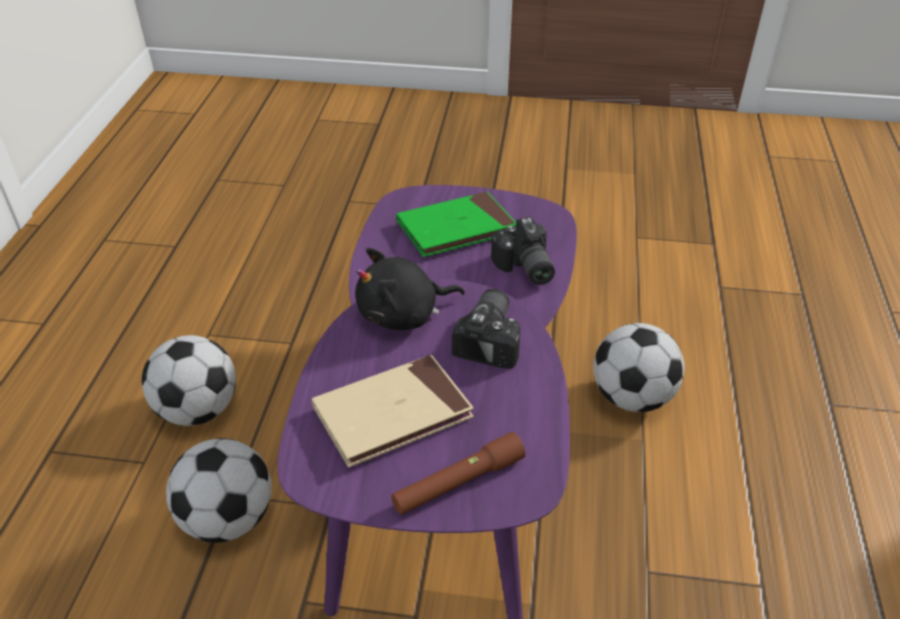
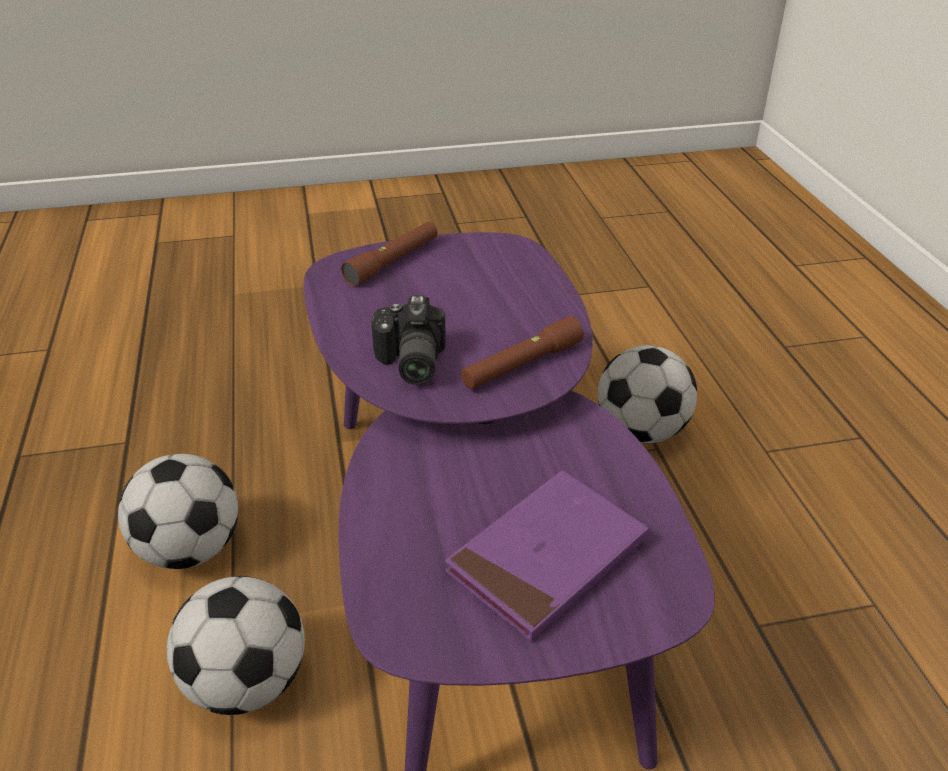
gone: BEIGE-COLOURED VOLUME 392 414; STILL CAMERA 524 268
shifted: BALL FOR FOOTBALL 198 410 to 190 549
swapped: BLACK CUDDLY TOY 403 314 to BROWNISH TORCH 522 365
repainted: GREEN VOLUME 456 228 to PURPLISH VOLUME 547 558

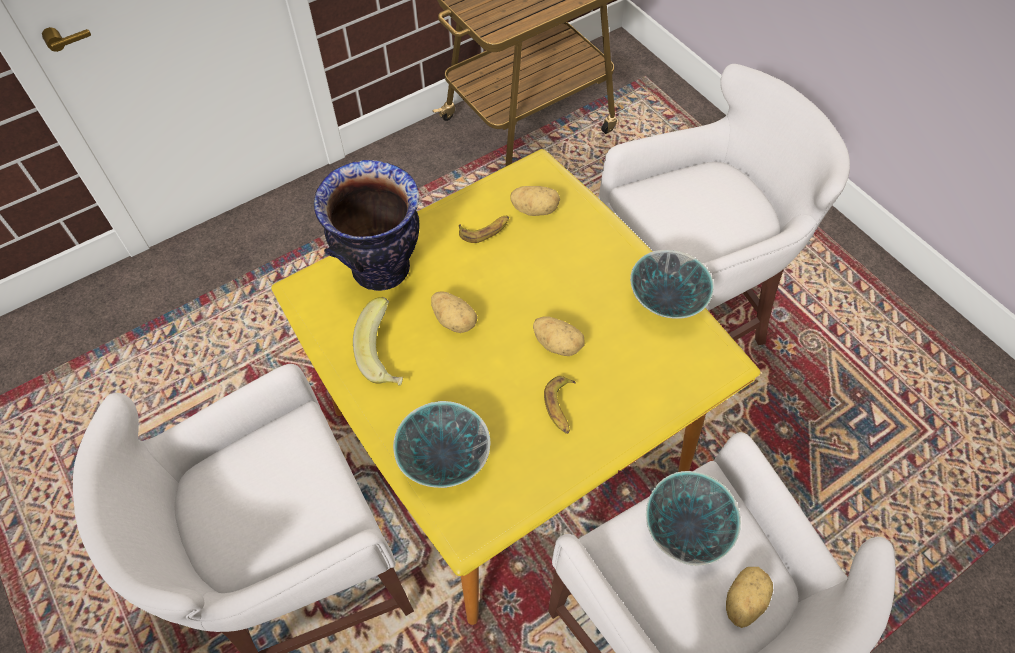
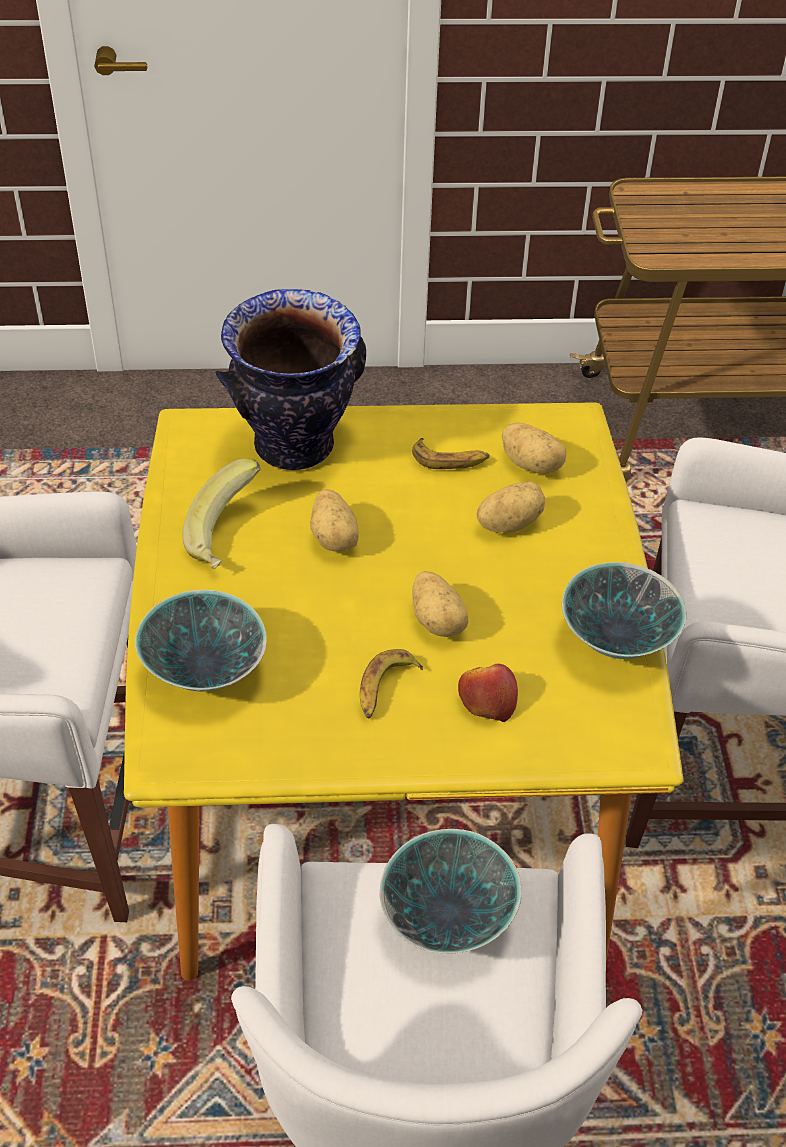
new: APPLE 486 700
shifted: SPUD 742 601 to 508 522

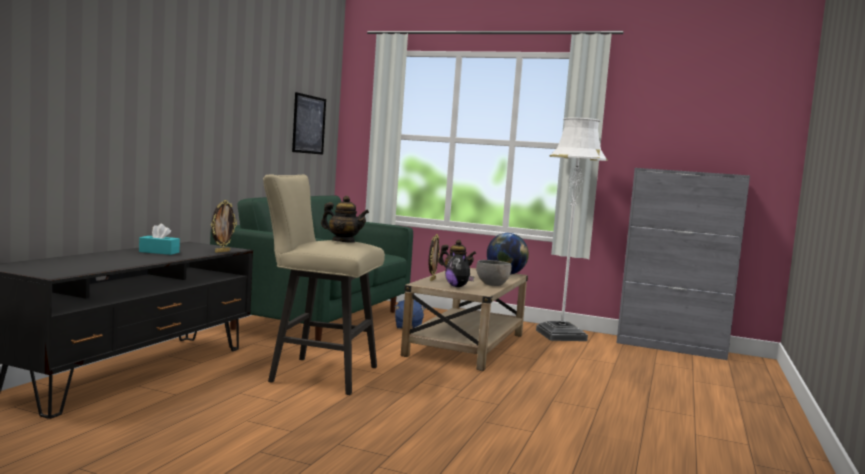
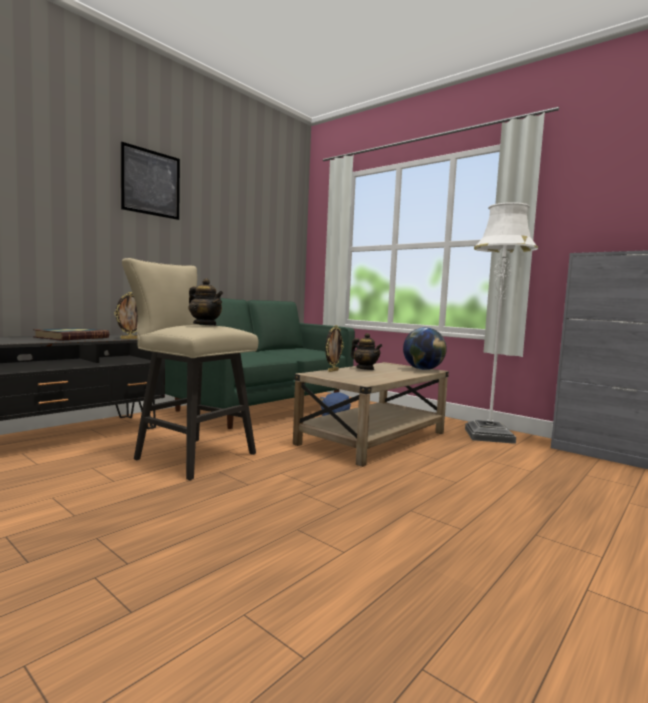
gone: CUDDLY TOY 458 287; GREY DEEP DISH 493 284
shifted: WALL ART 309 124 to 151 183
swapped: BLUE-GREEN TISSUE BOX 159 252 to VOLUME 71 337

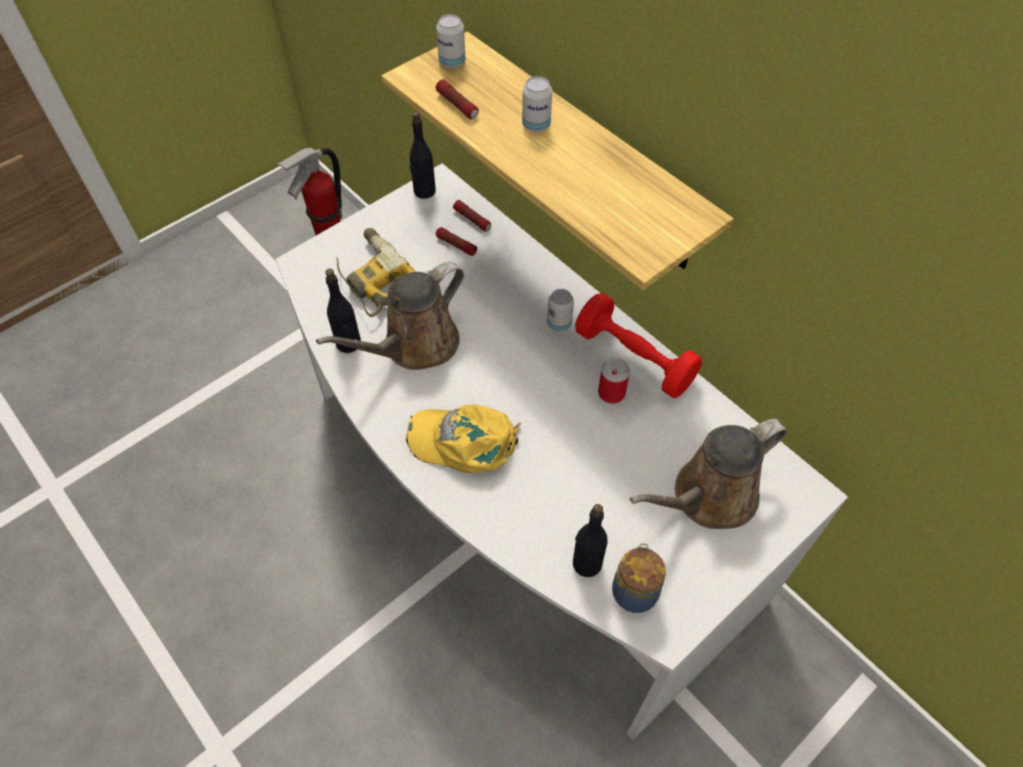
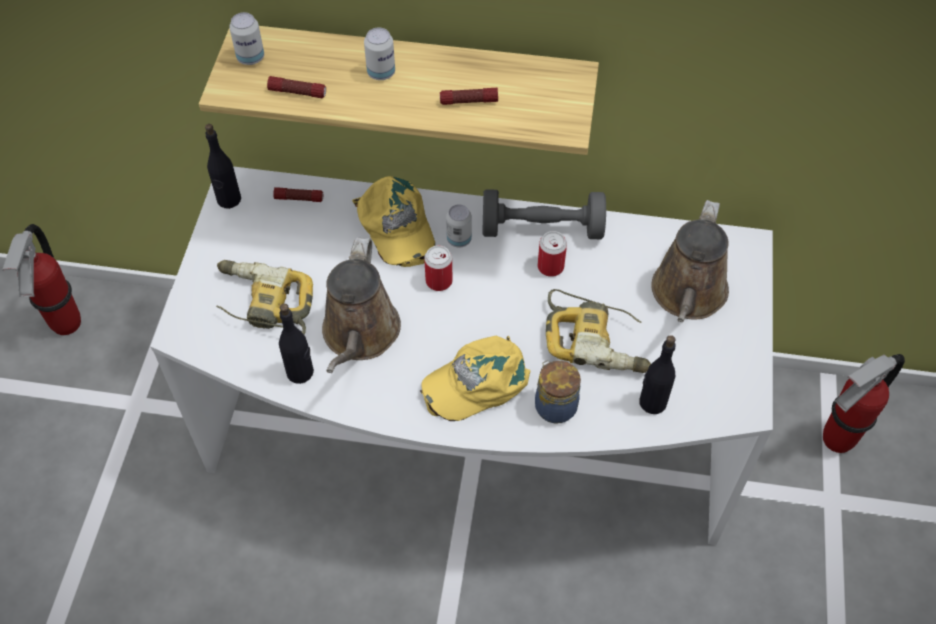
new: YELLOWISH BASEBALL CAP 395 227; CAN 439 281; DRILL 597 340; FIRE EXTINGUISHER 836 440
shifted: TORCH 456 245 to 469 101; JAR 634 590 to 554 405
repainted: RED FREE WEIGHT 634 358 to GREY FREE WEIGHT 542 229

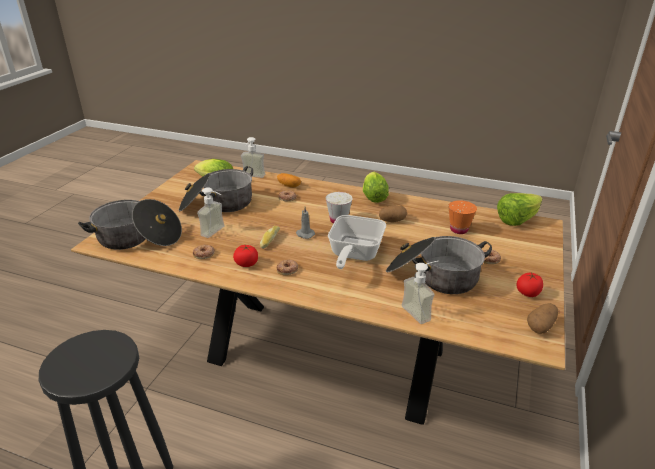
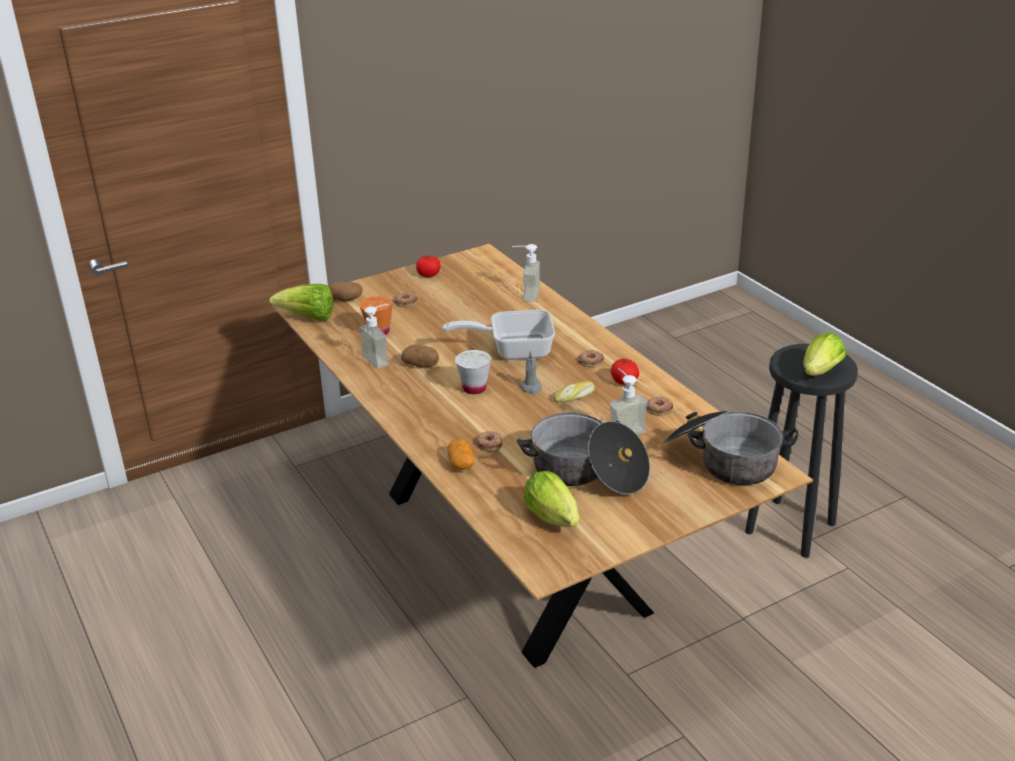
gone: COOKING POT 434 276
shifted: SOAP BOTTLE 252 177 to 381 358; LETTUCE HEAD 373 196 to 819 373; SPUD 541 326 to 345 299
rotated: FRYING PAN 353 254 = 513 350 150 degrees counterclockwise

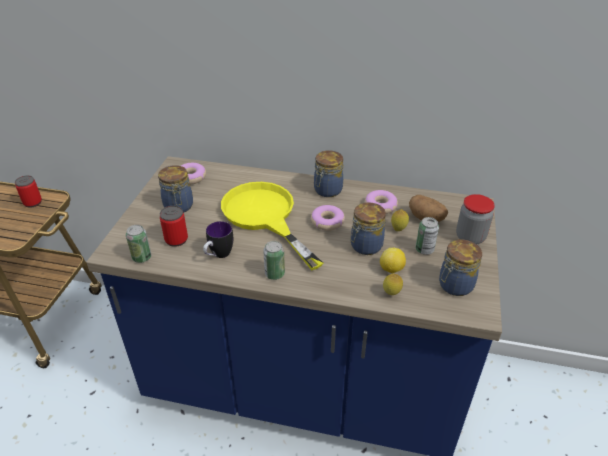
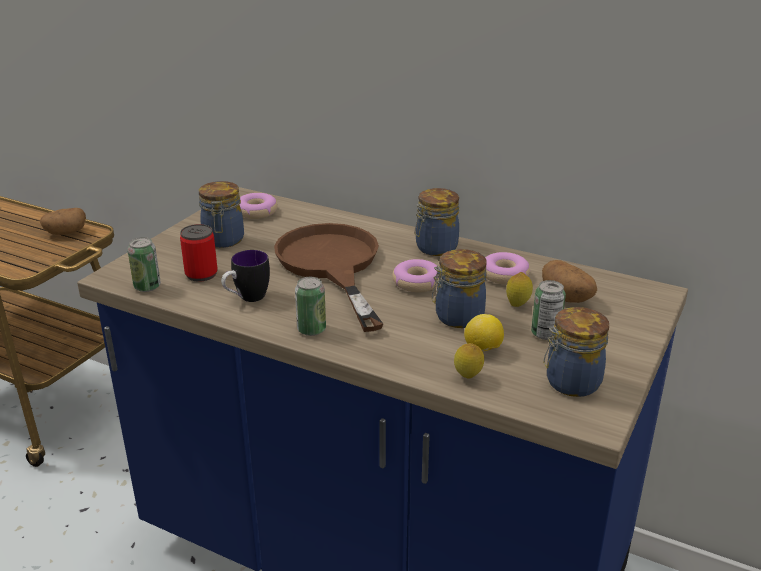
gone: JAR 470 237
swapped: CAN 32 202 to SPUD 65 233
repainted: YELLOWISH FRYING PAN 265 217 to BROWNISH FRYING PAN 332 266

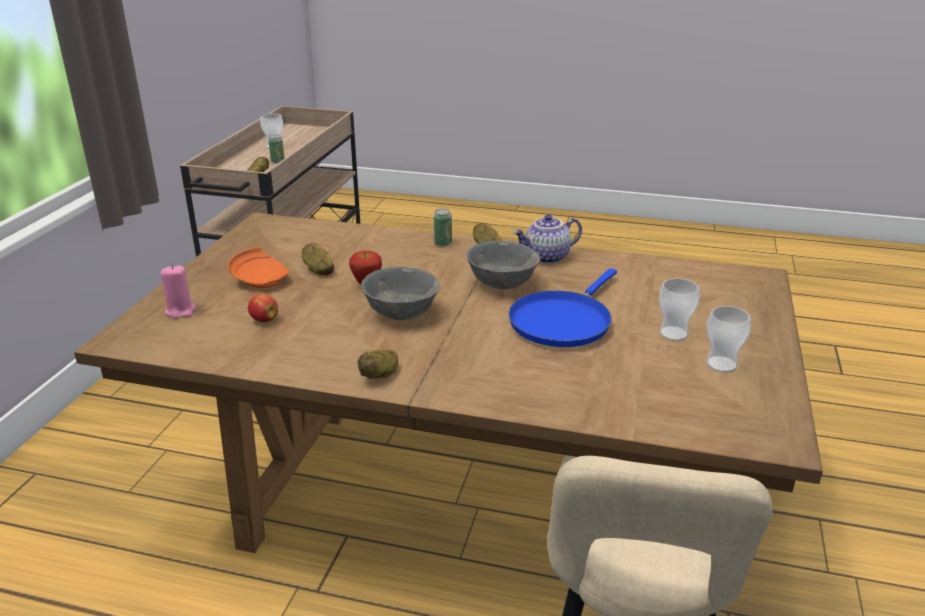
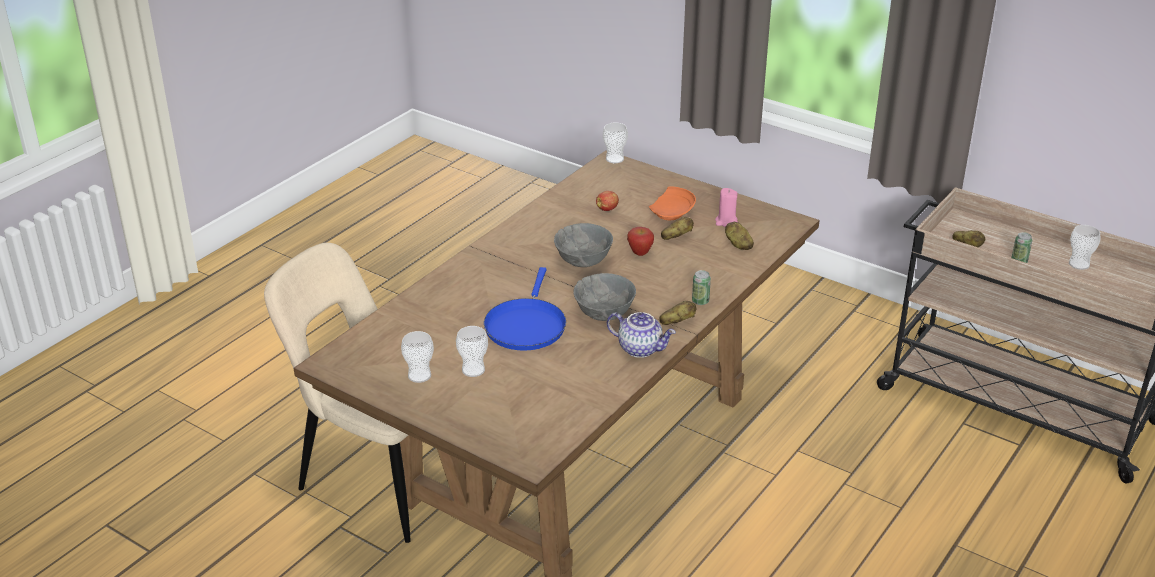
new: SMALL CUP 614 159
shifted: PINK-COLOURED CANDLE 181 311 to 726 222; SPUD 380 375 to 738 244
rotated: BLUE-COLOURED FRYING PAN 563 321 = 526 325 135 degrees counterclockwise; POT FOR TEA 547 257 = 641 348 120 degrees clockwise

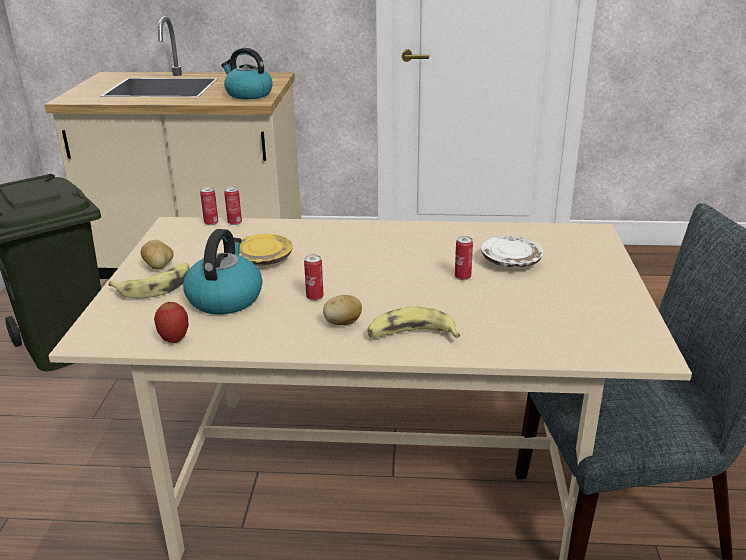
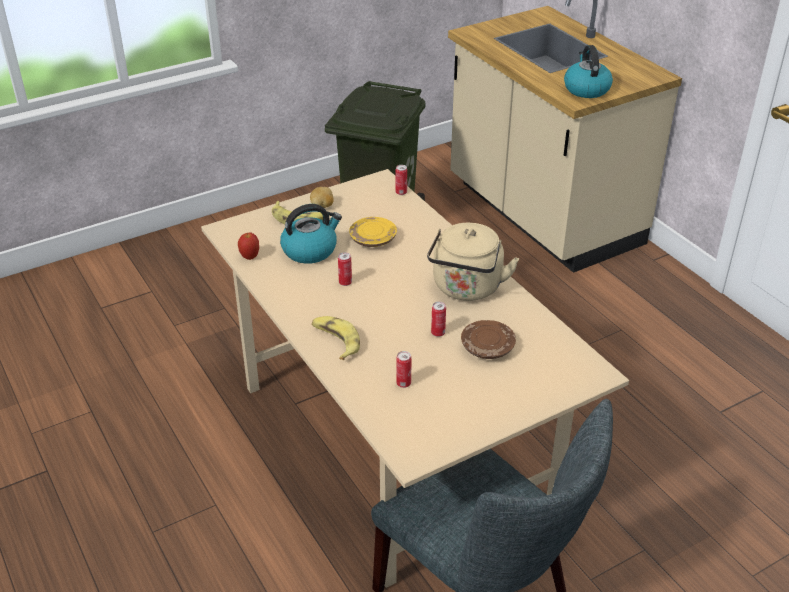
gone: SPUD 343 323
new: BEIGE-COLOURED TEA KETTLE 466 289
shifted: CAN 234 222 to 403 383
repainted: WHITE PLATE 511 262 to BROWNISH PLATE 487 347

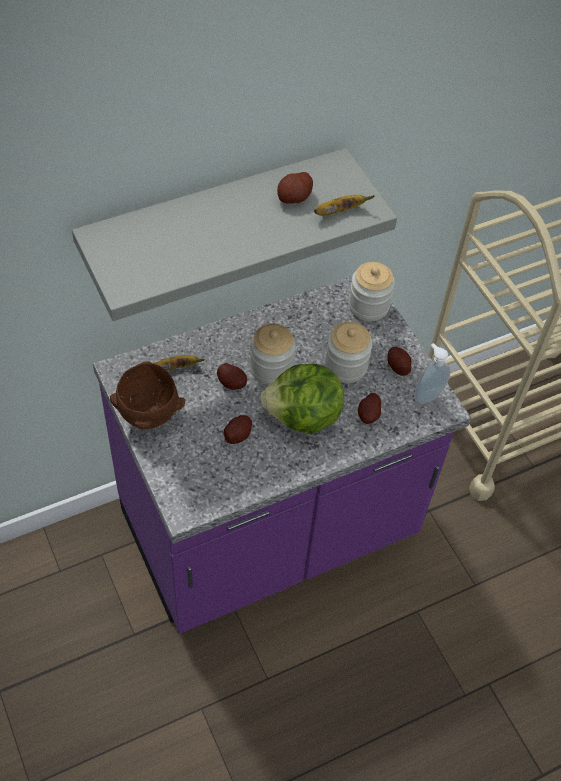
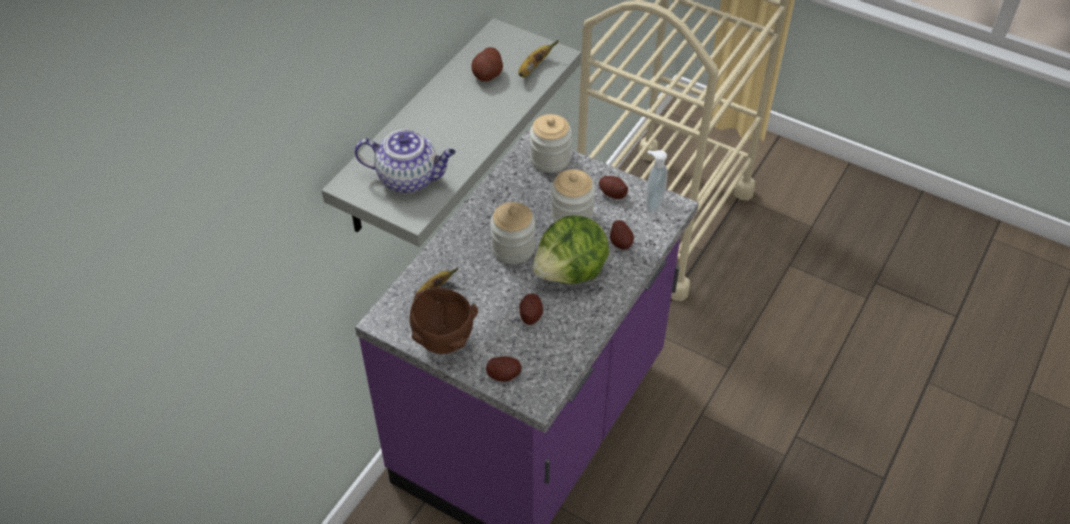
new: POT FOR TEA 409 178
shifted: SPUD 232 383 to 504 374

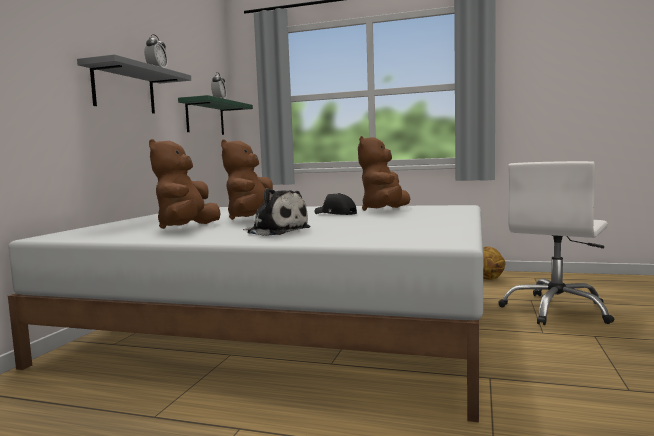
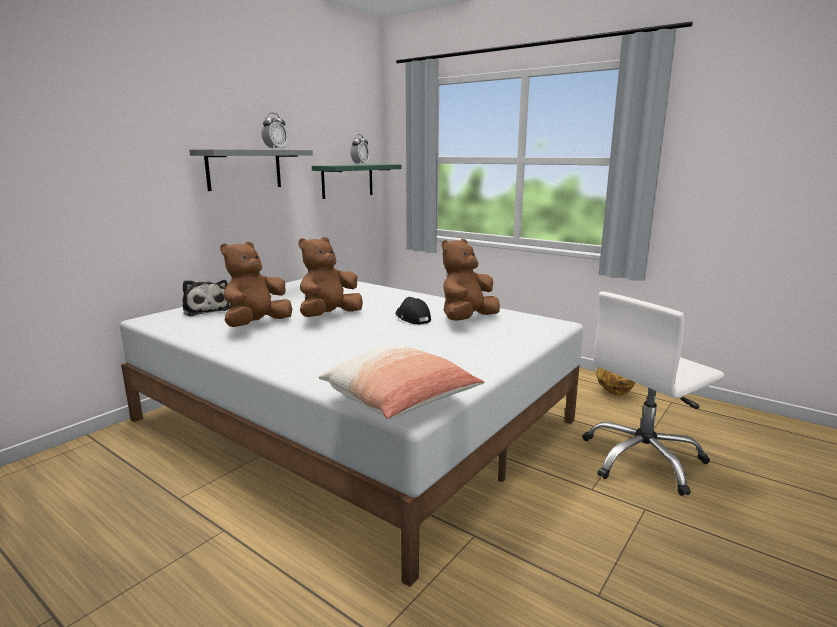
new: THROW PILLOW 401 400
shifted: CUDDLY TOY 276 231 to 206 310

